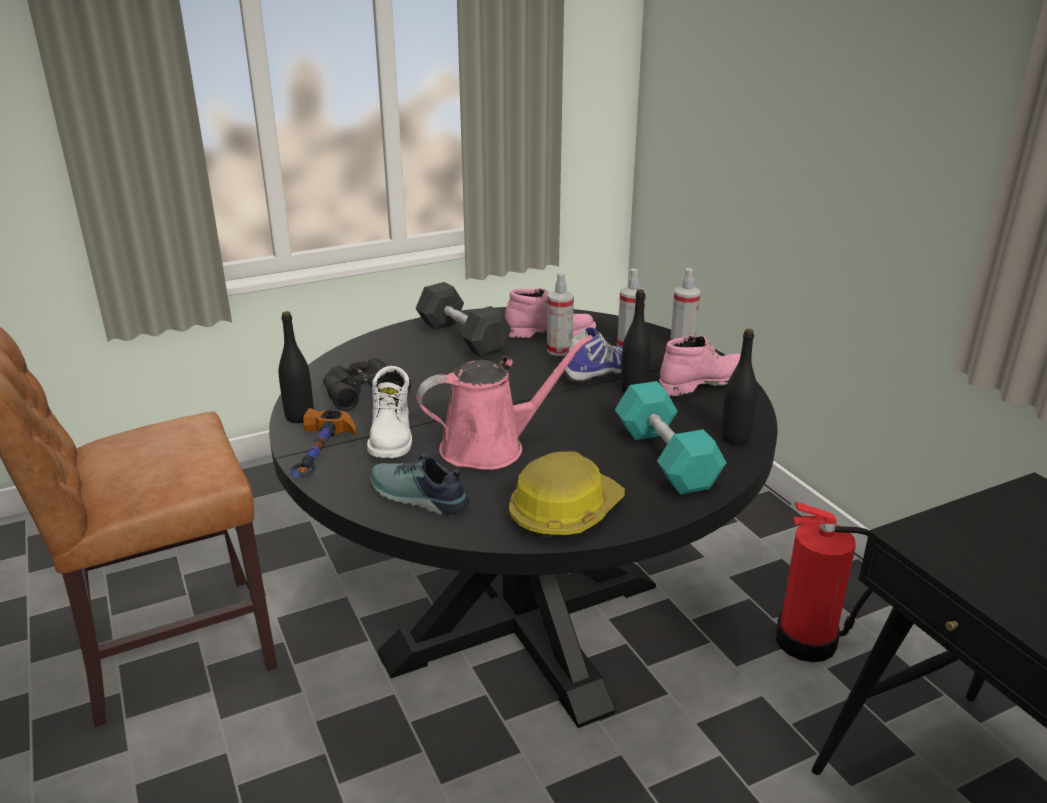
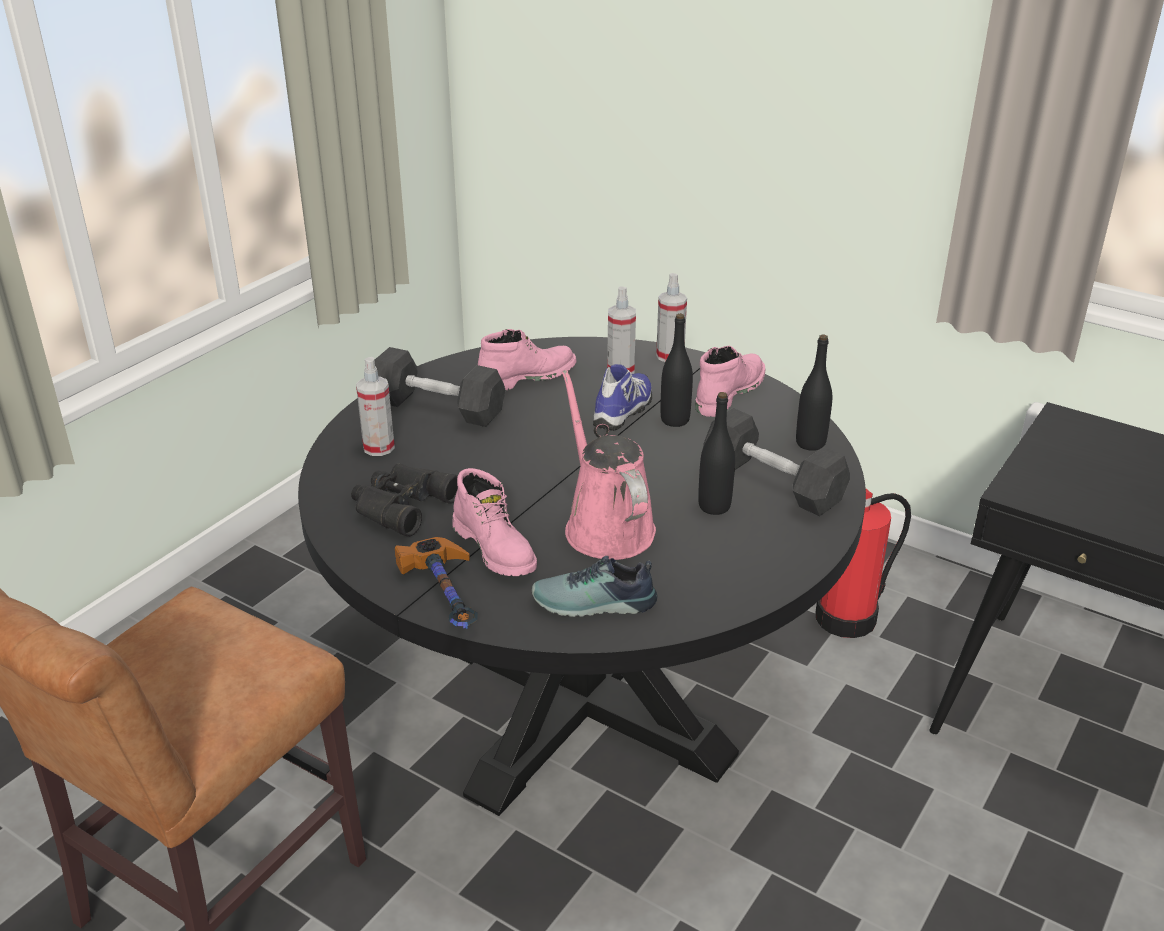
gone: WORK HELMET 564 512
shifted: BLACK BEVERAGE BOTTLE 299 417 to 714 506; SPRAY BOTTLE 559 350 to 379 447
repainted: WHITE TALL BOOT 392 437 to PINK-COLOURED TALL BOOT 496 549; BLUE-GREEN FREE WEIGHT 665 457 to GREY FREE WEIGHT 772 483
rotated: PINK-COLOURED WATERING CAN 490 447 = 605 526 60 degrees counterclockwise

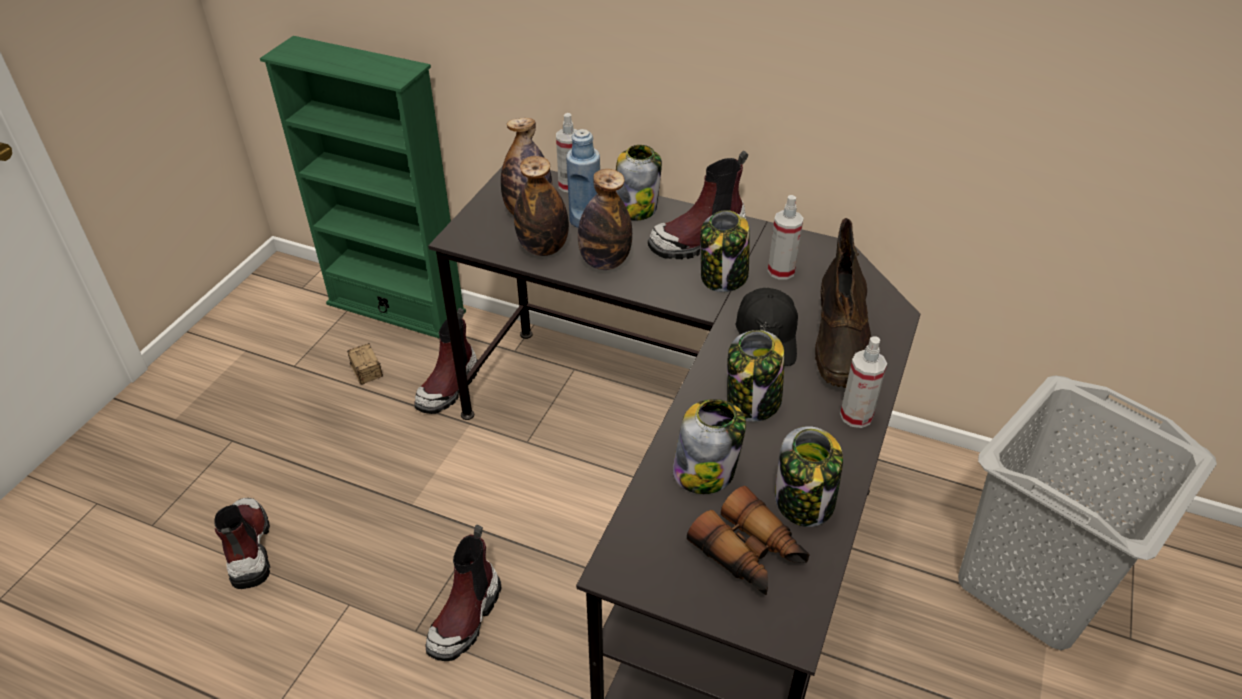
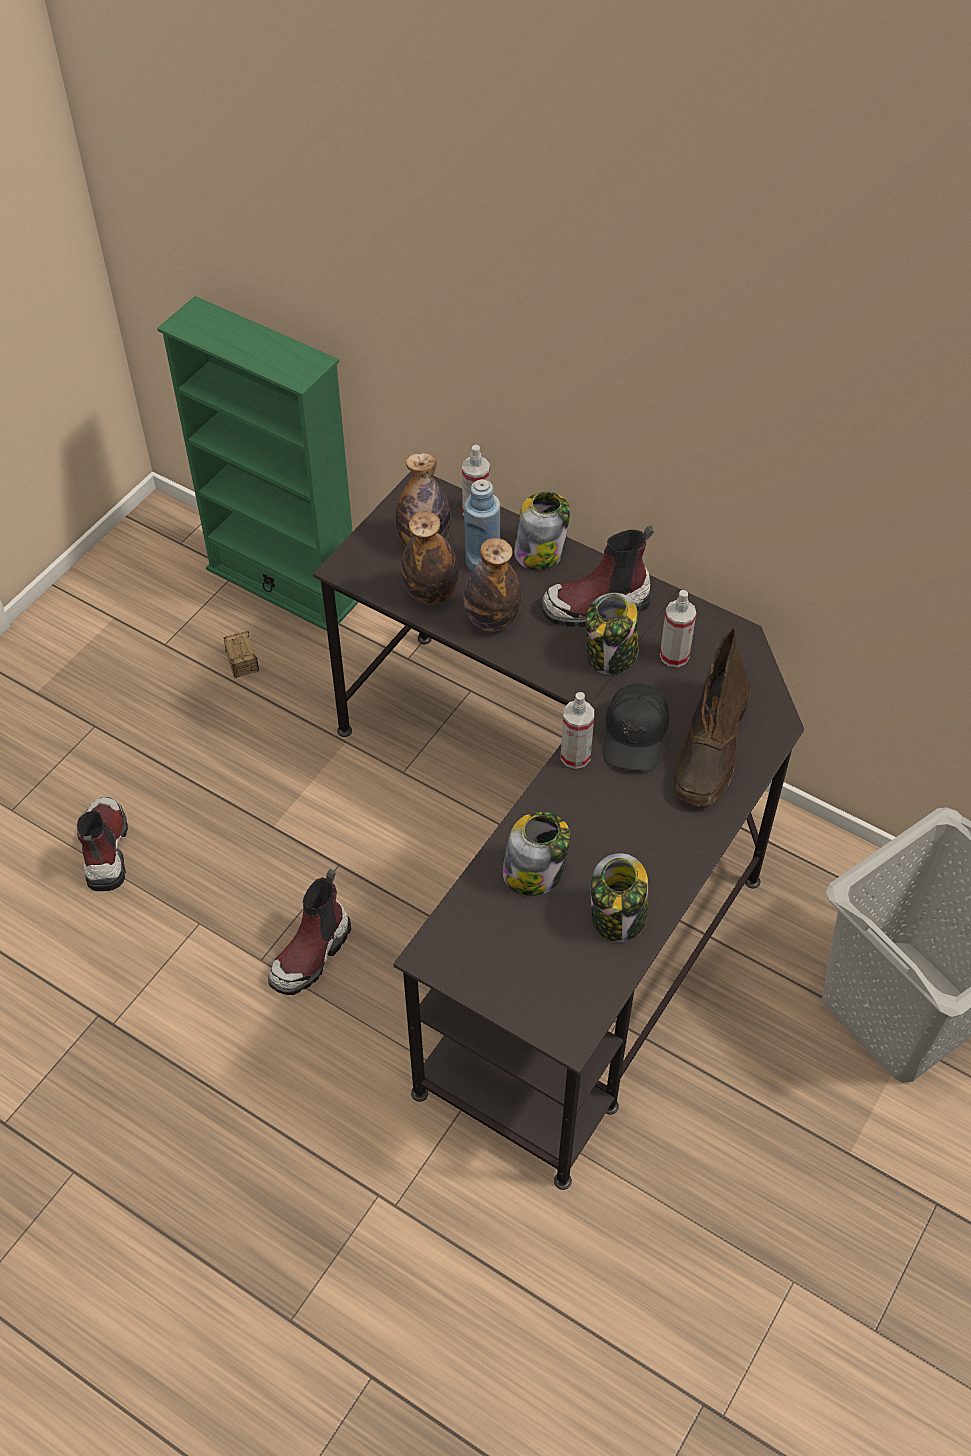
gone: TALL BOOT 449 387; FIELD GLASSES 750 554; JAR 753 401
shifted: SPRAY BOTTLE 856 416 to 575 756

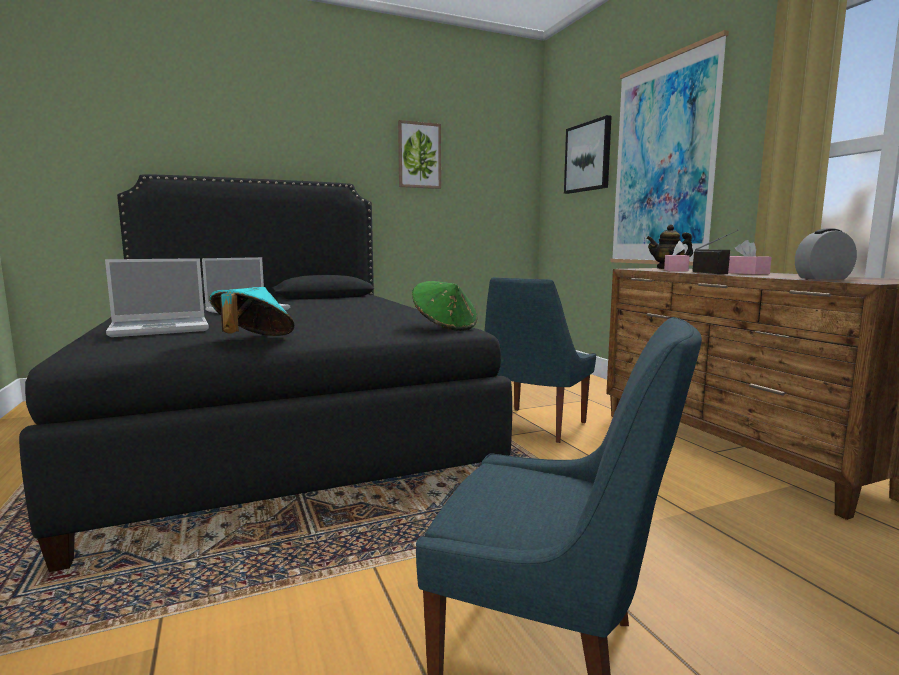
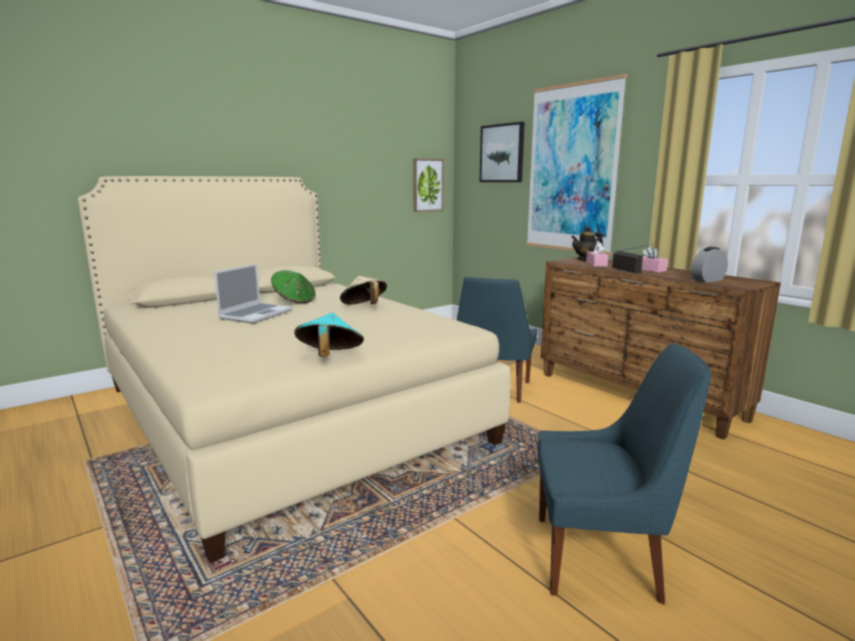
gone: LAPTOP 161 329
new: BEIGE-COLOURED CLOTHING HAT 364 307
shifted: WALL ART 419 155 to 427 185; GREEN CLOTHING HAT 445 327 to 294 300
repainted: BLACK SLEEPING BED 279 427 to BEIGE-COLOURED SLEEPING BED 285 413

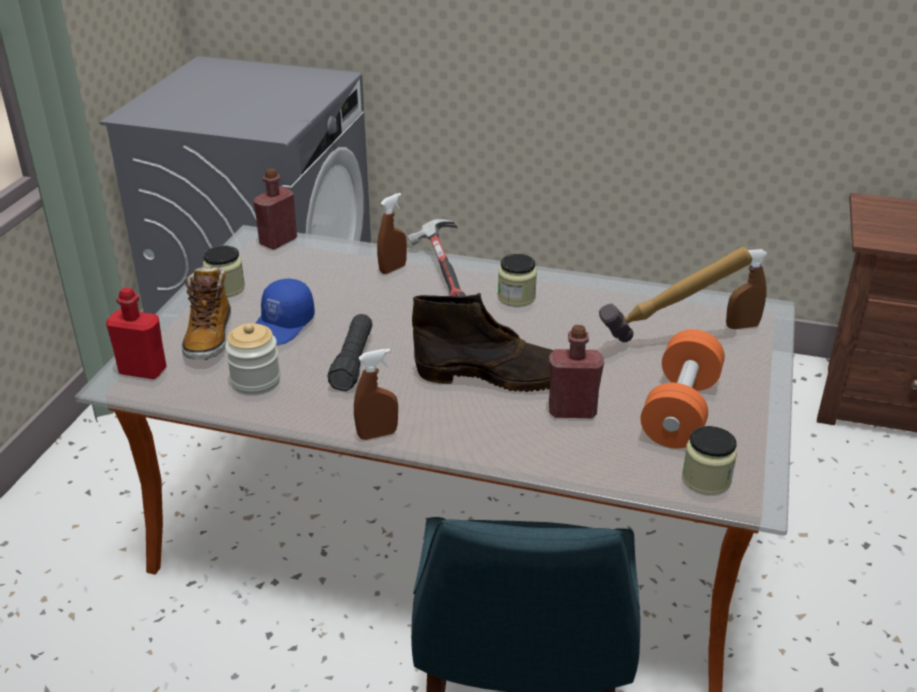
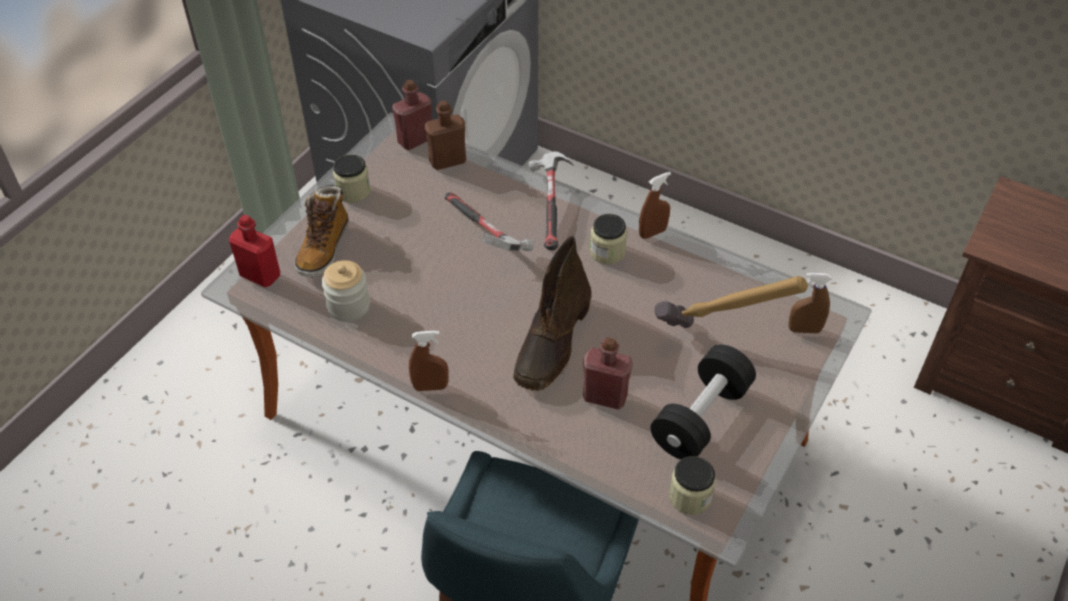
gone: BLUE-COLOURED BASEBALL CAP 283 325; BLACK TORCH 353 361
new: BROWNISH BEVERAGE BOTTLE 447 161; HAMMER 484 234
shifted: BROWNISH SPRAY BOTTLE 393 269 to 652 233
repainted: ORANGEY FREE WEIGHT 680 411 to BLACK FREE WEIGHT 701 417
rotated: BROWNISH TALL BOOT 495 376 = 552 343 90 degrees clockwise

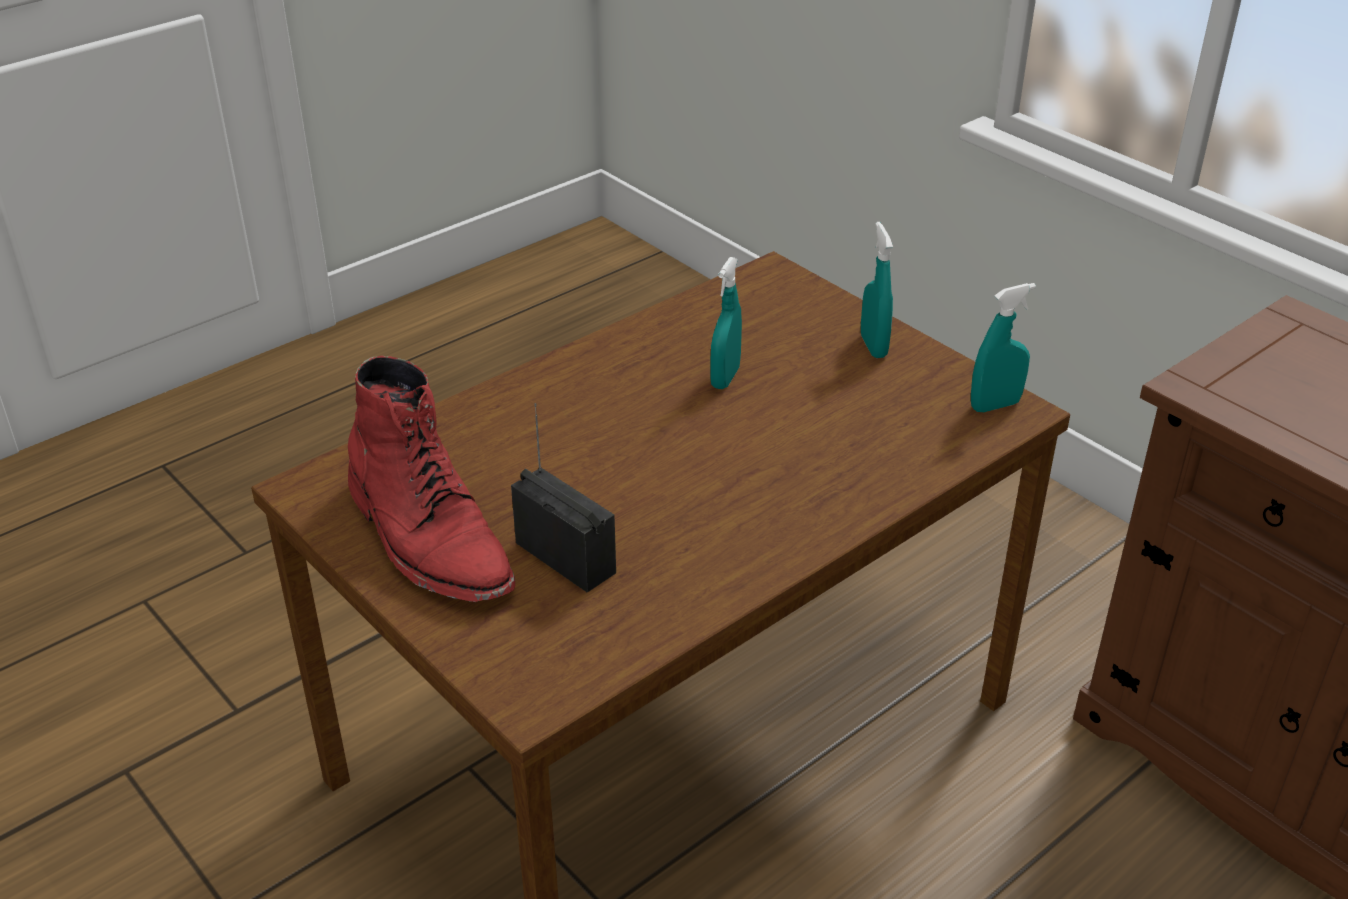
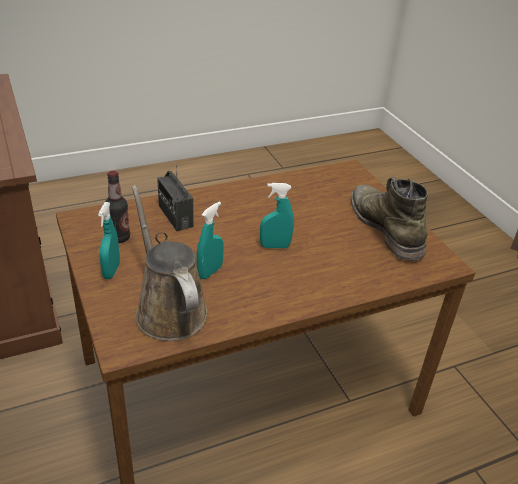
new: BEVERAGE BOTTLE 119 238; BROWNISH WATERING CAN 168 309
shifted: RADIO RECEIVER 566 557 to 175 216; BLUE-GREEN SPRAY BOTTLE 995 405 to 275 246
repainted: RED TALL BOOT 429 538 to GREEN TALL BOOT 385 227

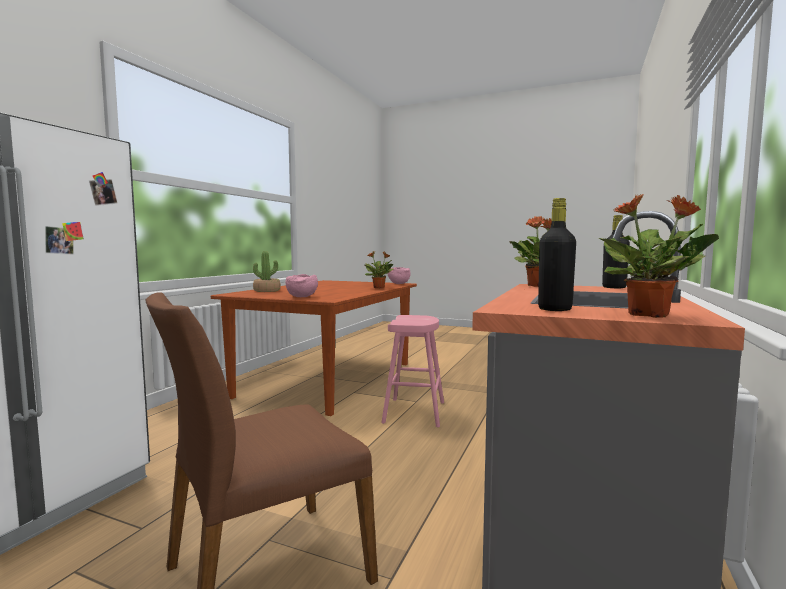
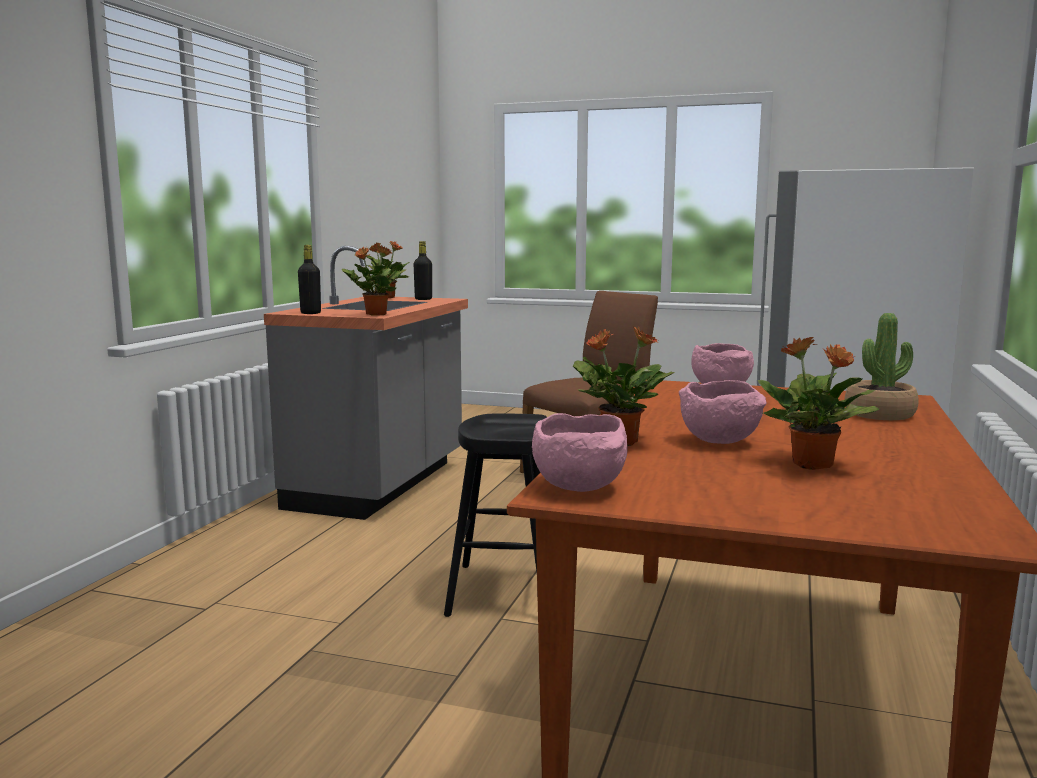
new: PINK-COLOURED DEEP DISH 721 441; POTTED PLANT 813 465
repainted: PINK-COLOURED STOOL SEAT 414 412 to BLACK STOOL SEAT 503 591

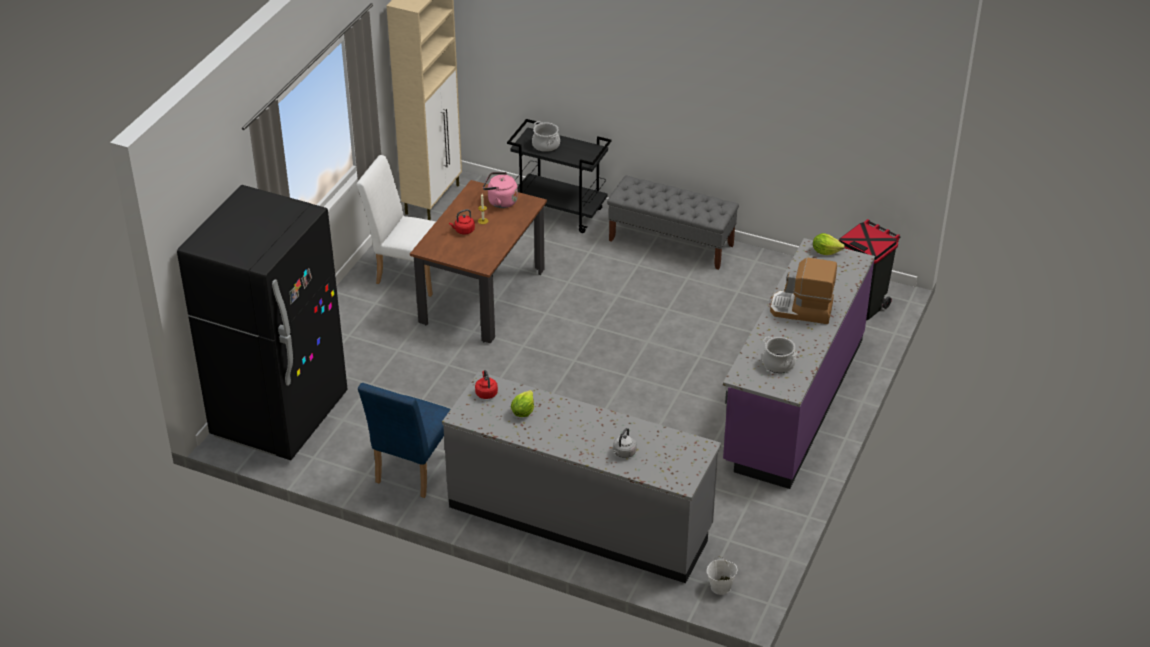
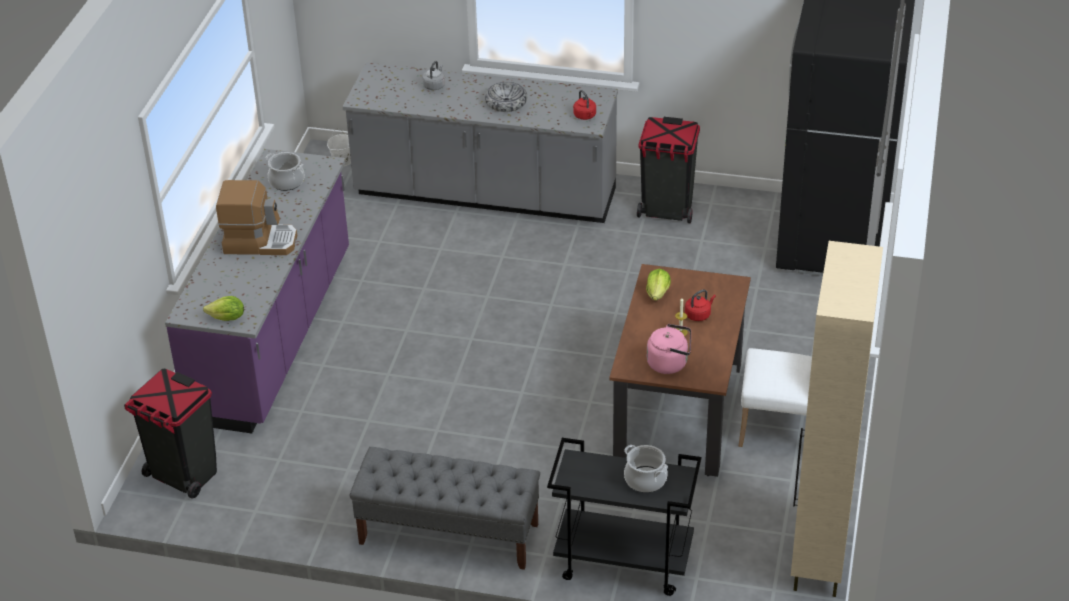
new: DEEP DISH 506 103
shifted: LETTUCE HEAD 523 411 to 658 293
swapped: BLUE-COLOURED CHAIR 411 472 to BLACK TRASH CAN 667 210

